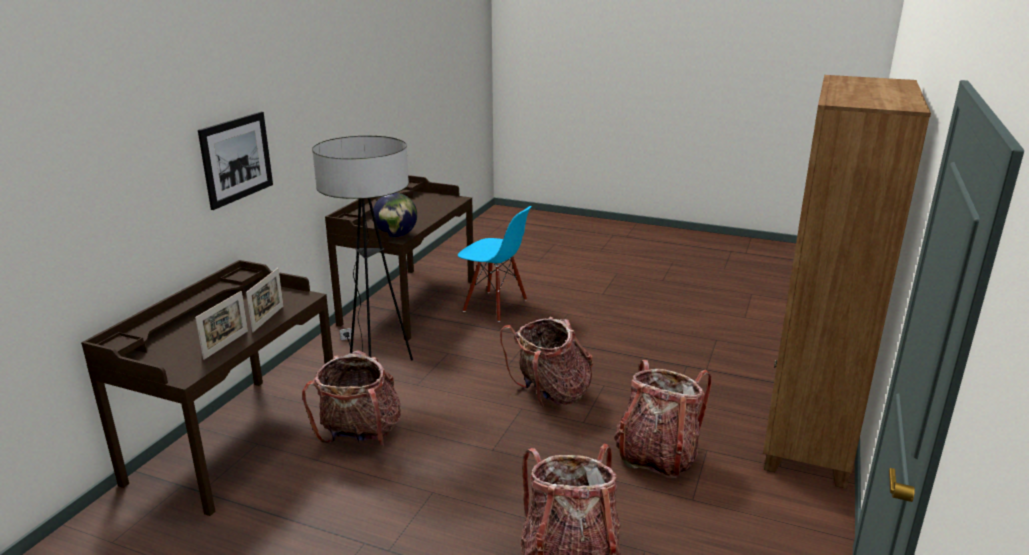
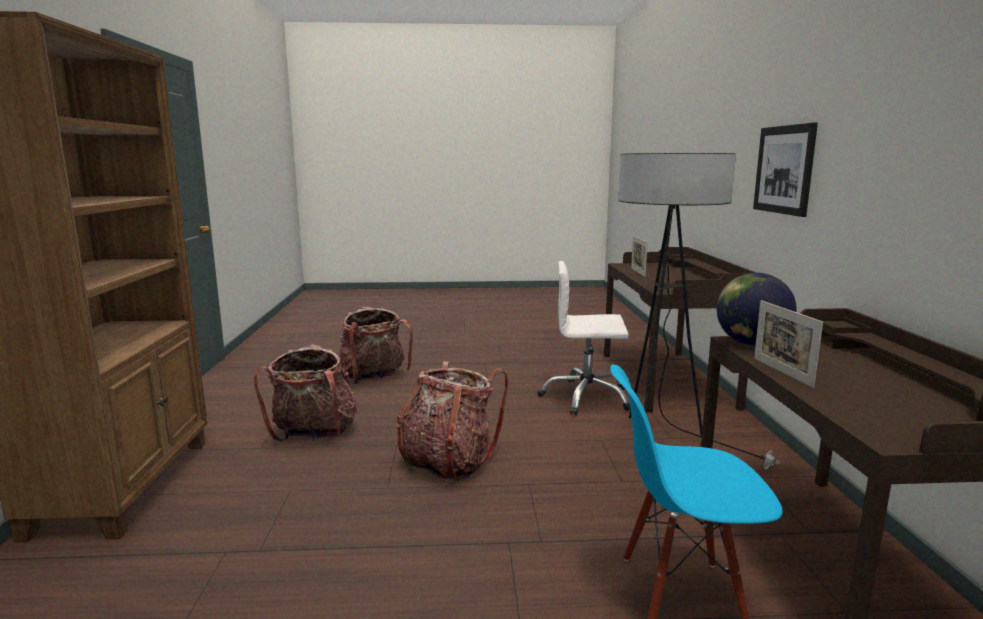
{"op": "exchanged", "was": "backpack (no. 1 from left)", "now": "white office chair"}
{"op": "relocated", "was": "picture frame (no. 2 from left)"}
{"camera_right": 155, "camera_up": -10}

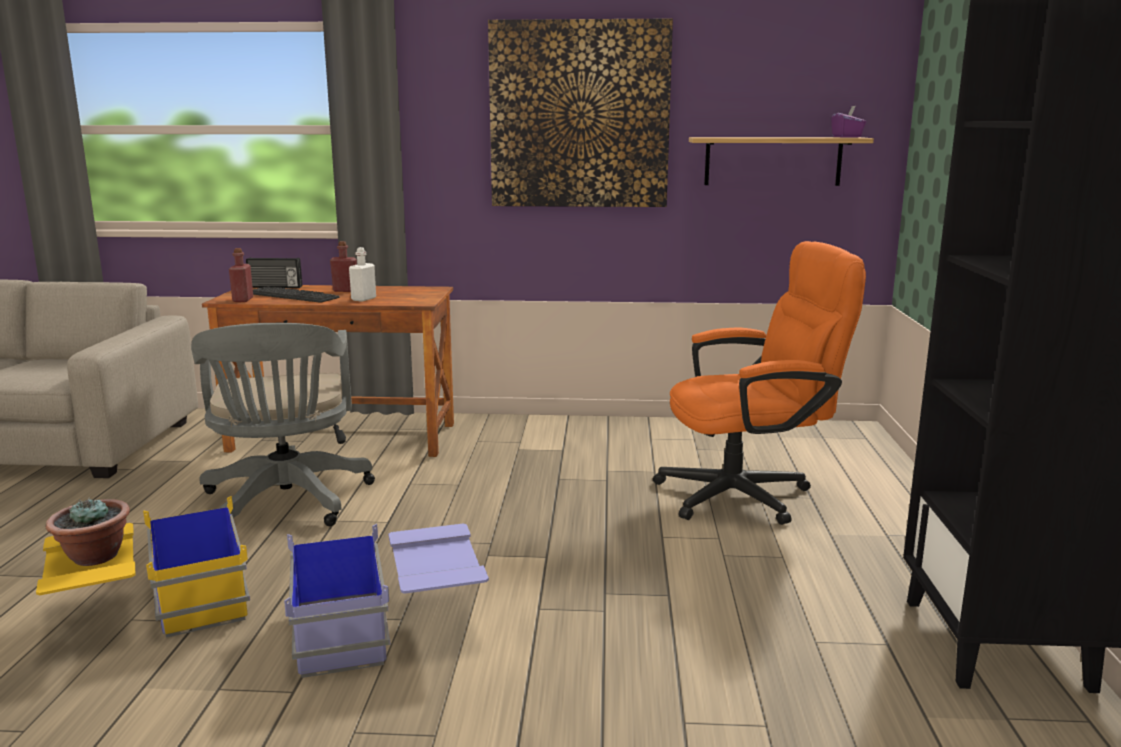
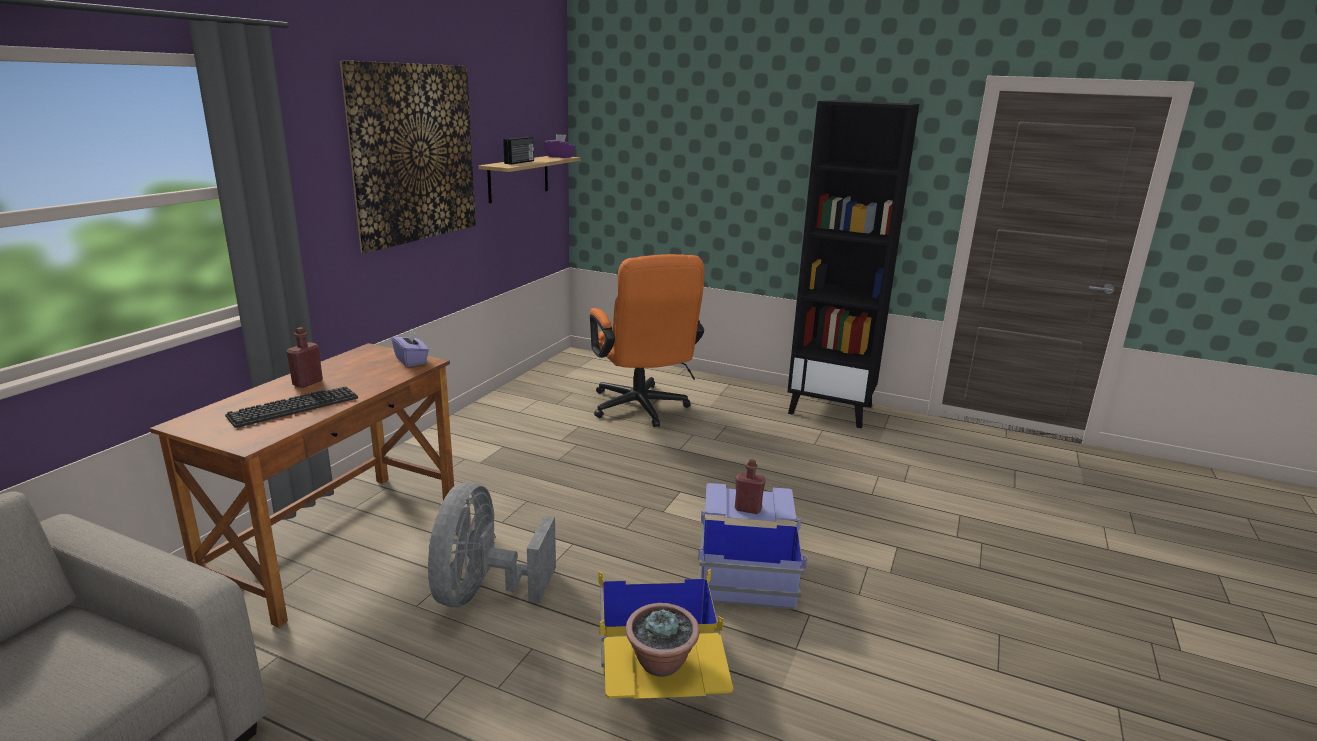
{"op": "appeared", "now": "purple tissue box (no. 1 from left)"}
{"op": "exchanged", "was": "grey office chair", "now": "grey fan"}
{"op": "relocated", "was": "radio"}
{"op": "spun", "was": "orange office chair", "clockwise": 150}
{"op": "relocated", "was": "red bottle (no. 1 from left in the first image)", "now": "red bottle (no. 2 from left)"}
{"op": "missing", "was": "white bottle"}
{"camera_right": -70, "camera_up": 5}

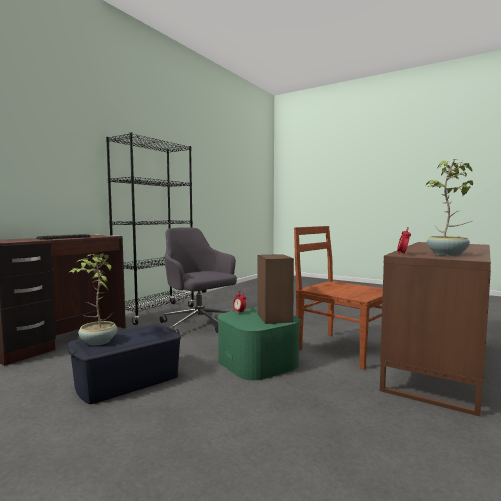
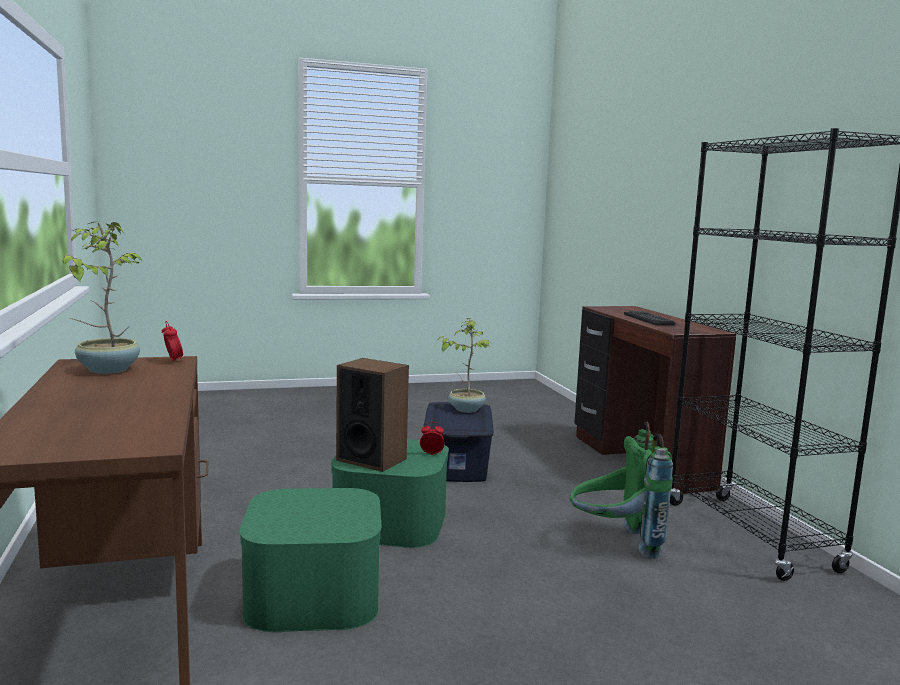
{"op": "exchanged", "was": "brown chair", "now": "green storage box (no. 1 from left)"}
{"op": "exchanged", "was": "grey office chair", "now": "green backpack"}
{"camera_right": 130, "camera_up": 5}

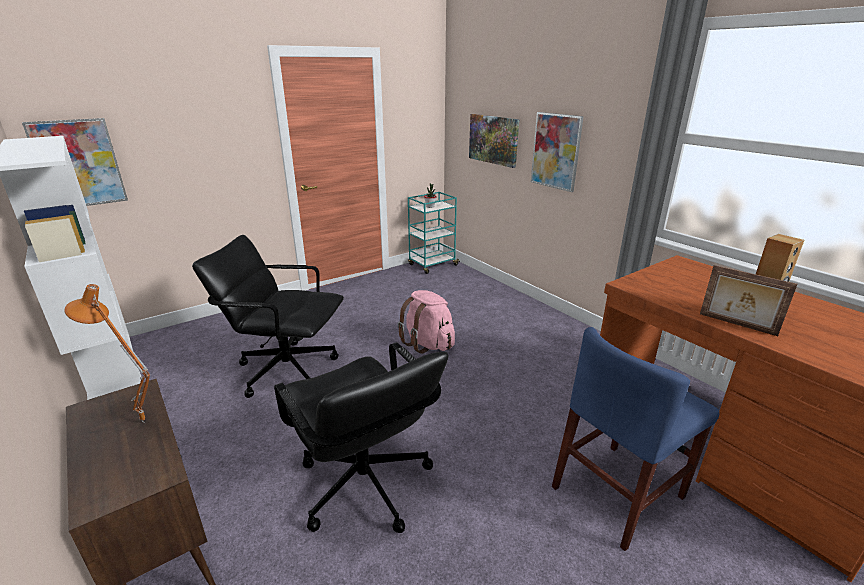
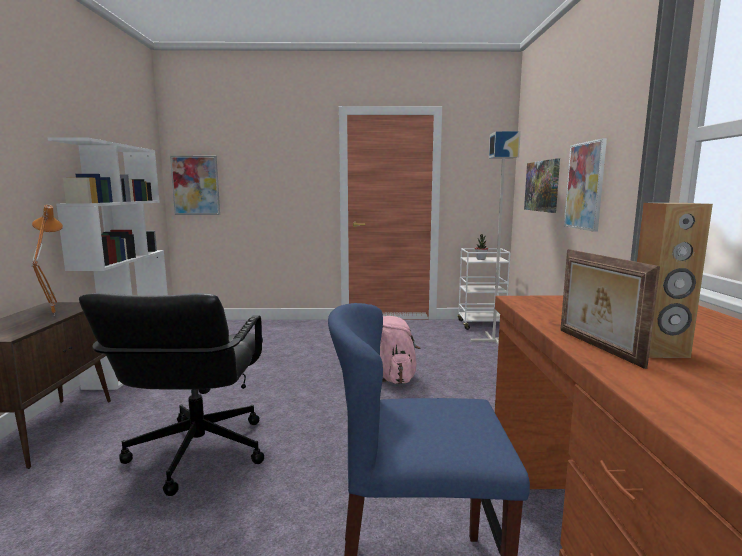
{"op": "colour", "was": "turquoise cart", "now": "white cart"}
{"op": "appeared", "now": "grey floor lamp"}
{"op": "missing", "was": "black office chair (no. 1 from left)"}
{"camera_right": 35, "camera_up": -15}

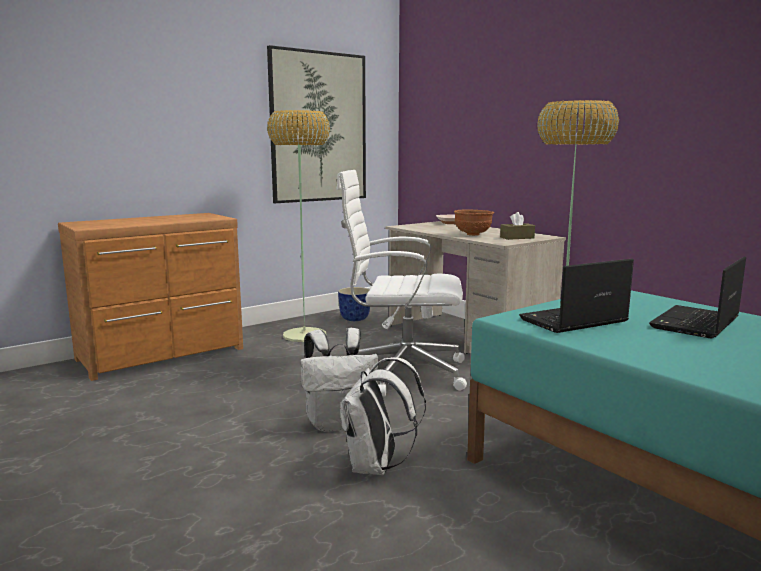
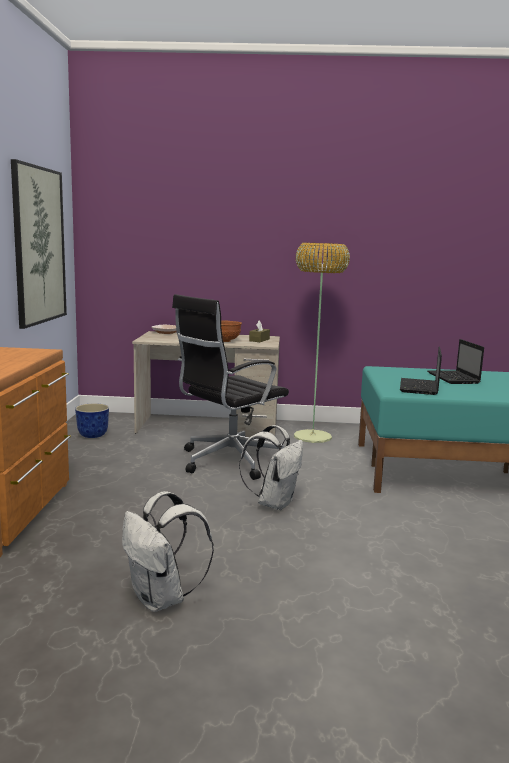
{"op": "relocated", "was": "white backpack (no. 2 from left in the first image)", "now": "white backpack (no. 1 from left)"}
{"op": "colour", "was": "white office chair", "now": "black office chair"}
{"op": "missing", "was": "floor lamp (no. 1 from left)"}
{"camera_right": -50, "camera_up": 0}

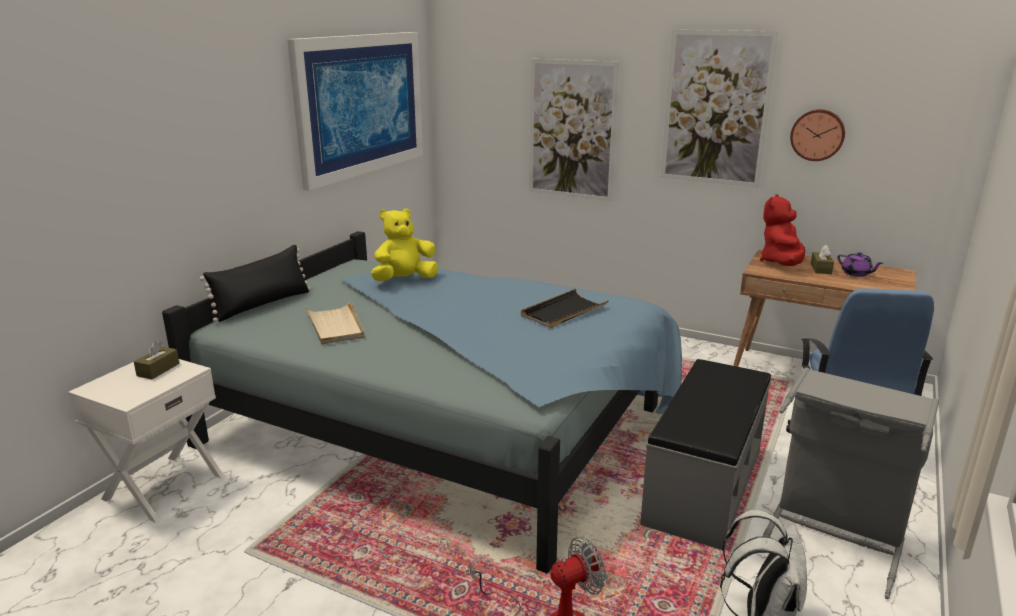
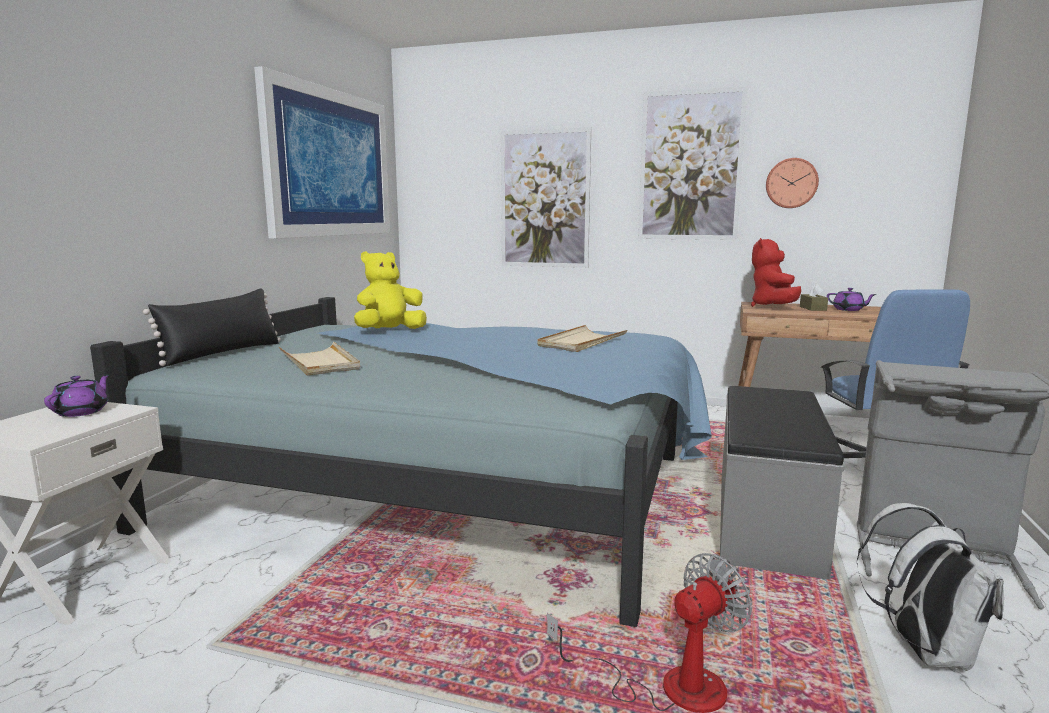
{"op": "exchanged", "was": "brown tissue box (no. 1 from left)", "now": "purple teapot (no. 1 from left)"}
{"op": "colour", "was": "black tray", "now": "beige tray (no. 2 from left)"}
{"camera_right": -10, "camera_up": -10}

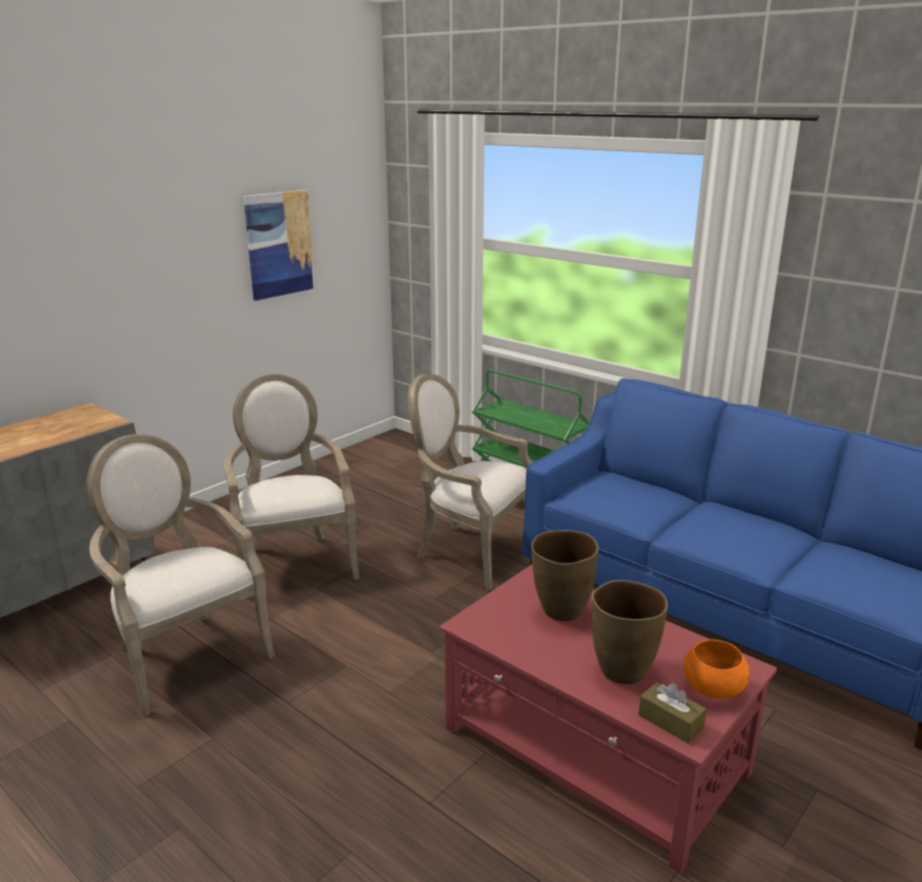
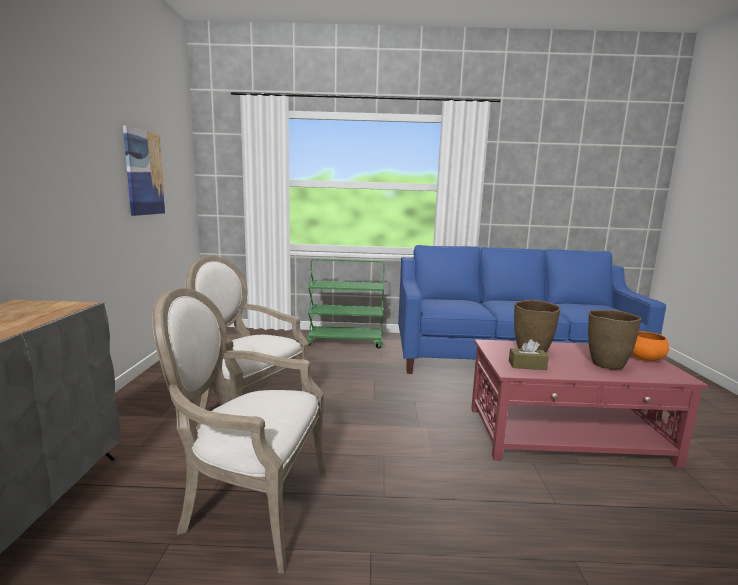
{"op": "relocated", "was": "brown tissue box"}
{"op": "missing", "was": "armchair (no. 3 from left)"}
{"camera_right": -40, "camera_up": -10}

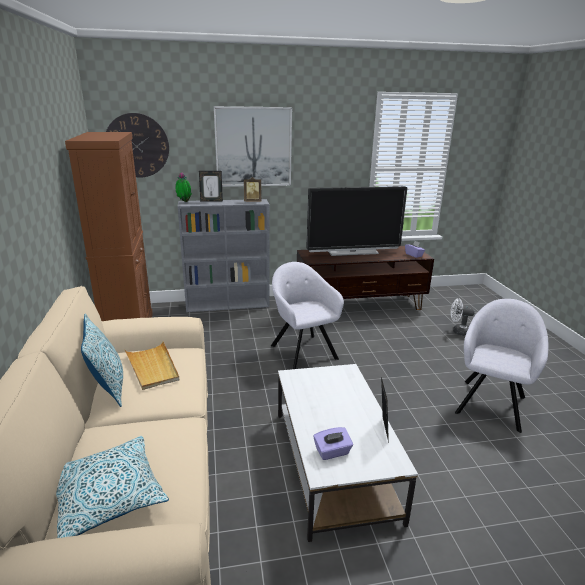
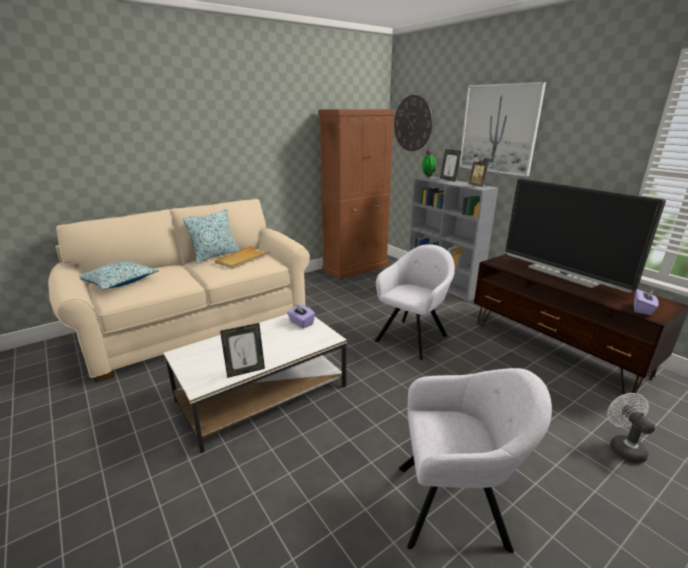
{"op": "relocated", "was": "purple tissue box (no. 1 from left)"}
{"camera_right": 65, "camera_up": 0}

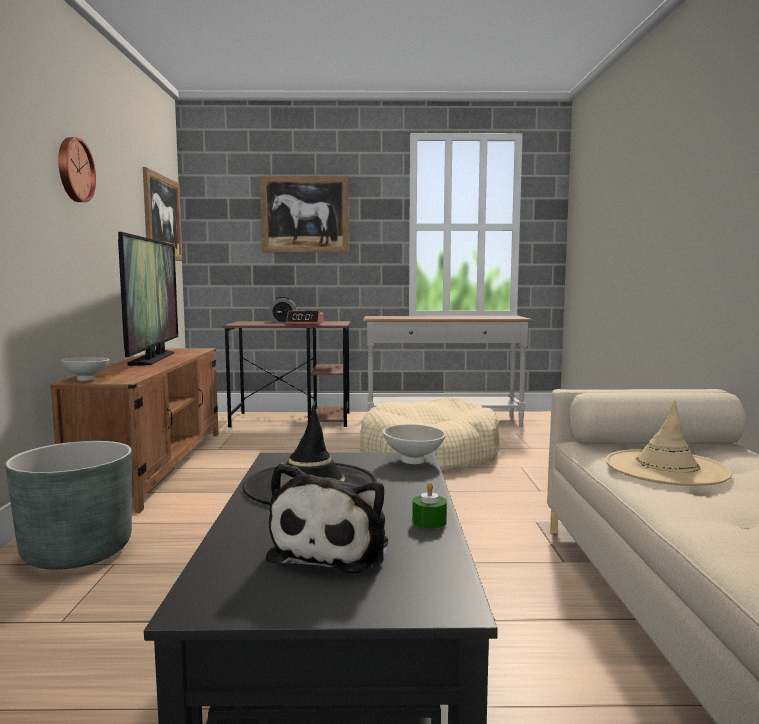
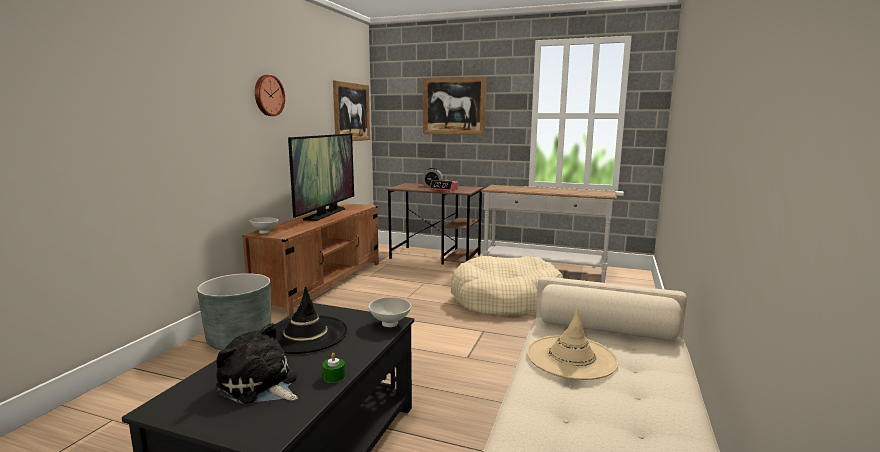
{"op": "spun", "was": "plush toy", "clockwise": 90}
{"camera_right": 20, "camera_up": 5}

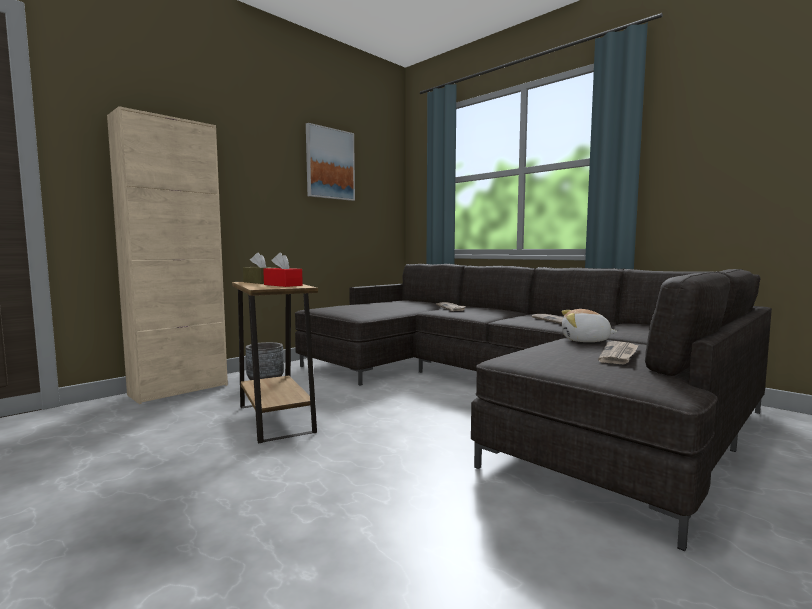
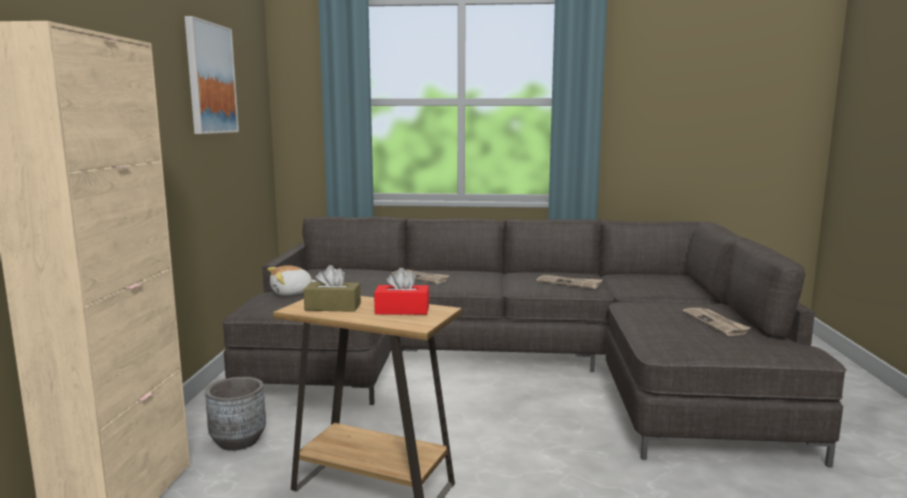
{"op": "relocated", "was": "plush toy"}
{"camera_right": -40, "camera_up": 5}

